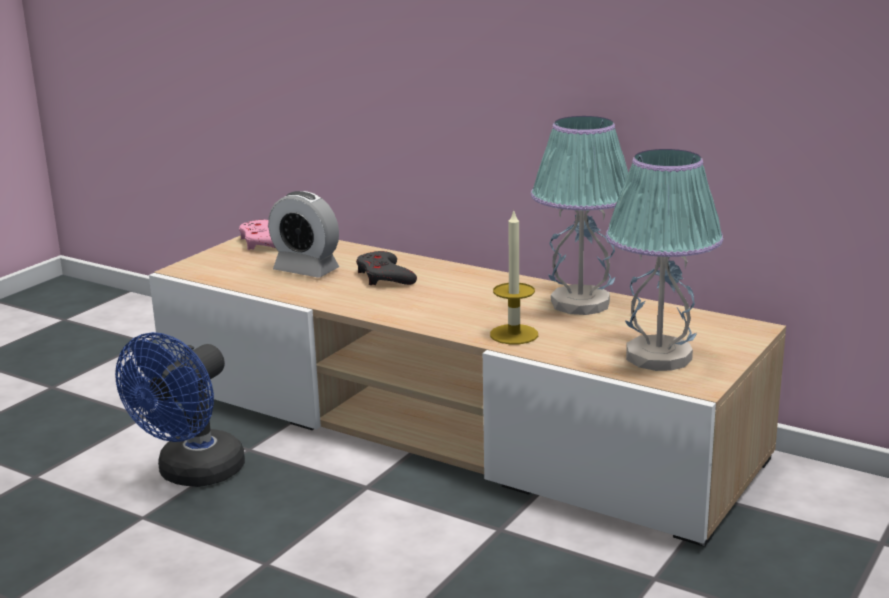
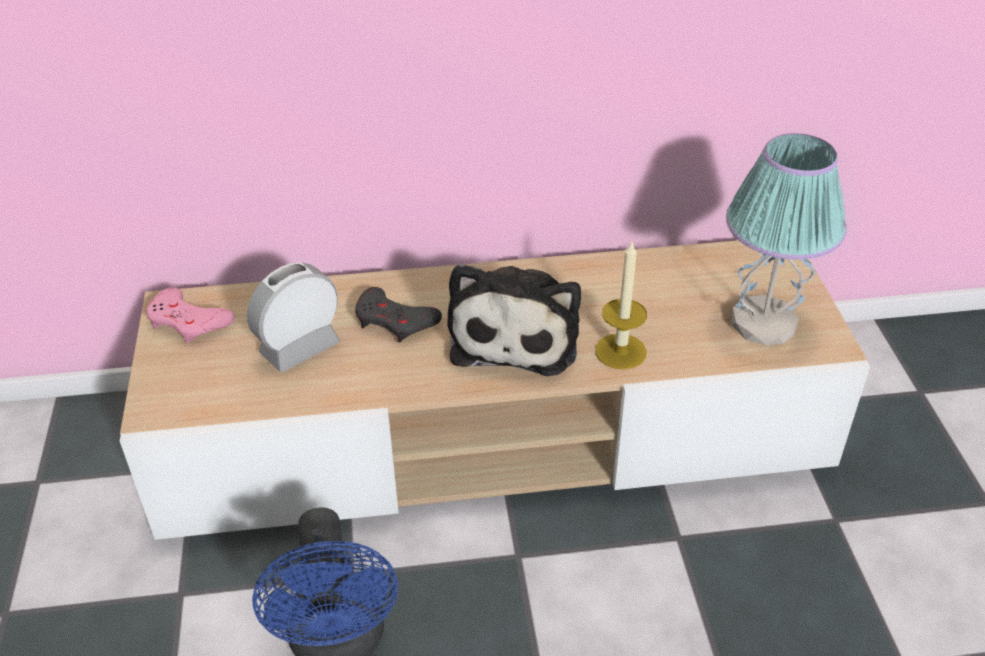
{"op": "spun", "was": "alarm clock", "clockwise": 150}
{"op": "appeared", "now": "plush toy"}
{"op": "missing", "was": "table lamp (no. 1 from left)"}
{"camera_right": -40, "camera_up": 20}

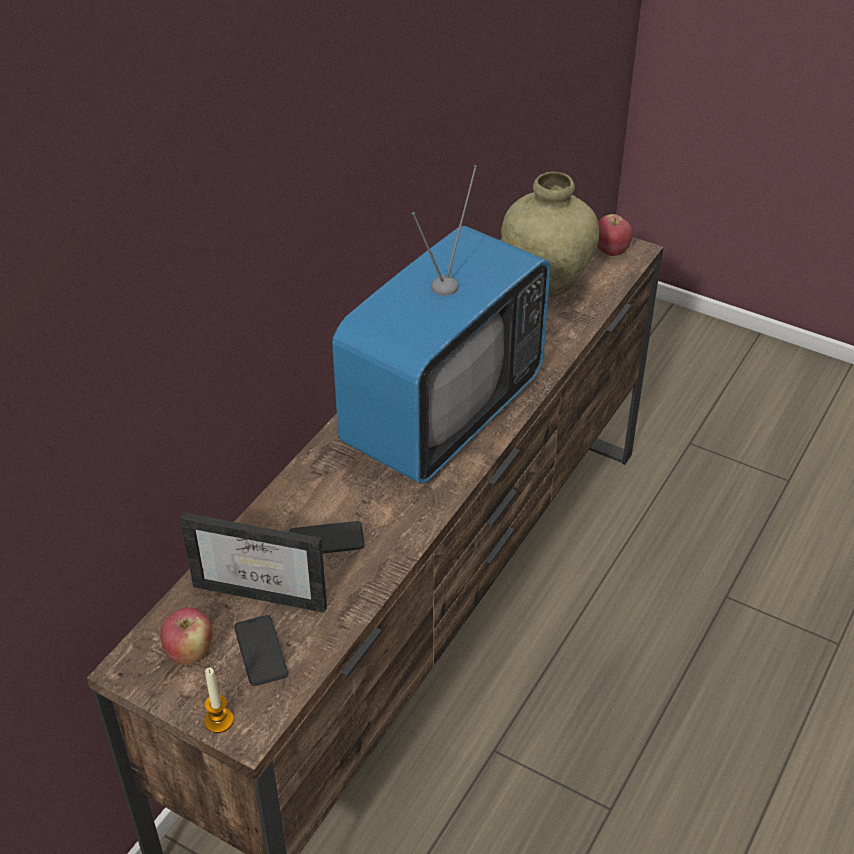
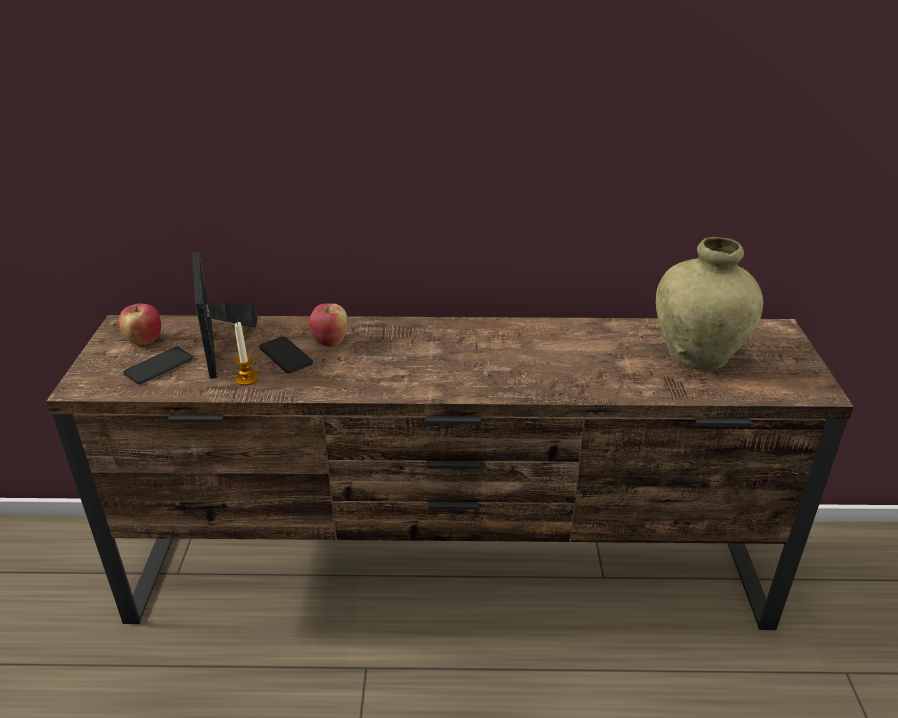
{"op": "relocated", "was": "candle"}
{"op": "relocated", "was": "apple (no. 2 from left)"}
{"op": "missing", "was": "television"}
{"camera_right": 60, "camera_up": -10}

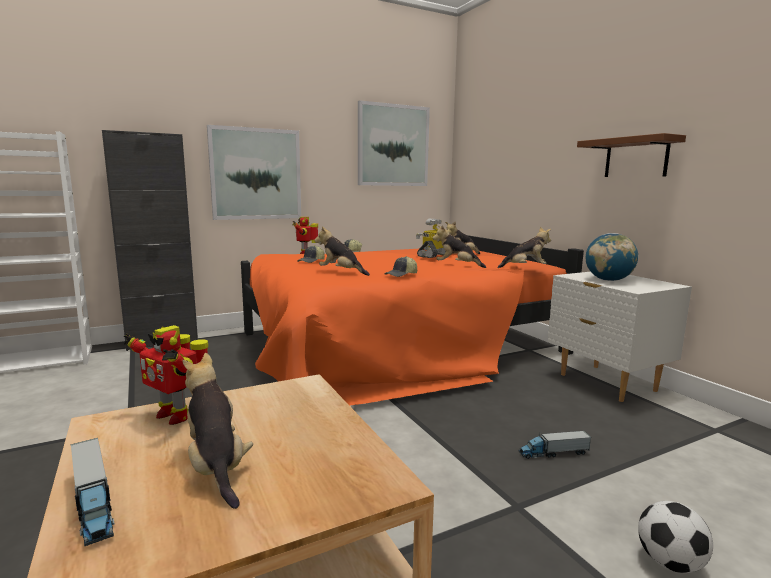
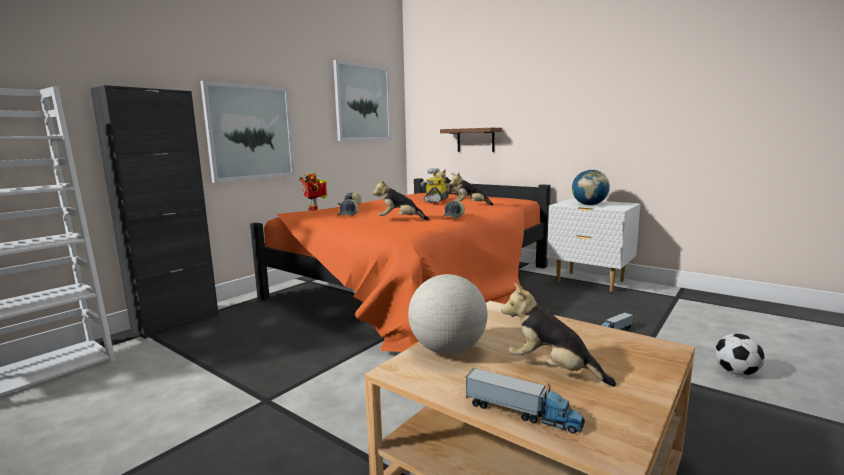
{"op": "exchanged", "was": "toy robot (no. 1 from left)", "now": "globe (no. 1 from left)"}
{"op": "relocated", "was": "brown shelf"}
{"op": "missing", "was": "plush toy (no. 5 from left)"}
{"camera_right": -25, "camera_up": 0}

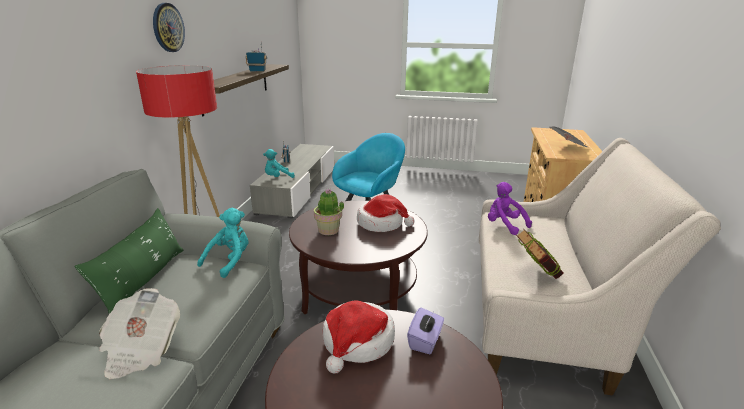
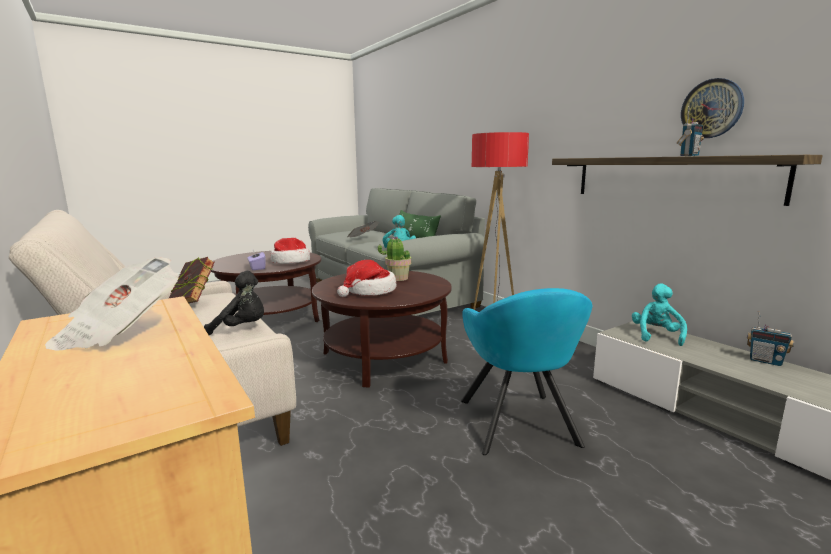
{"op": "colour", "was": "purple plush toy", "now": "black plush toy"}
{"op": "relocated", "was": "wall clock"}
{"camera_right": 135, "camera_up": -10}

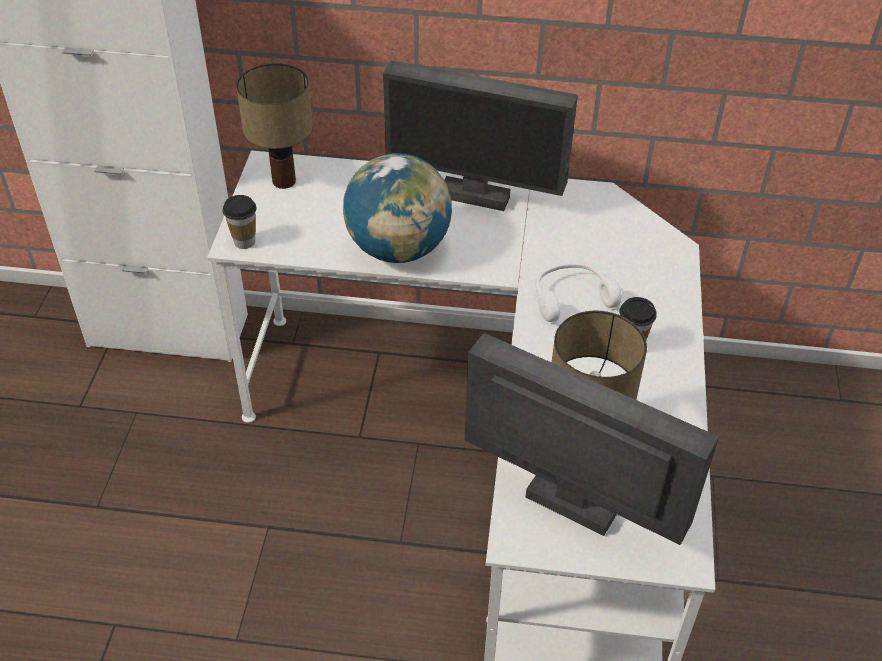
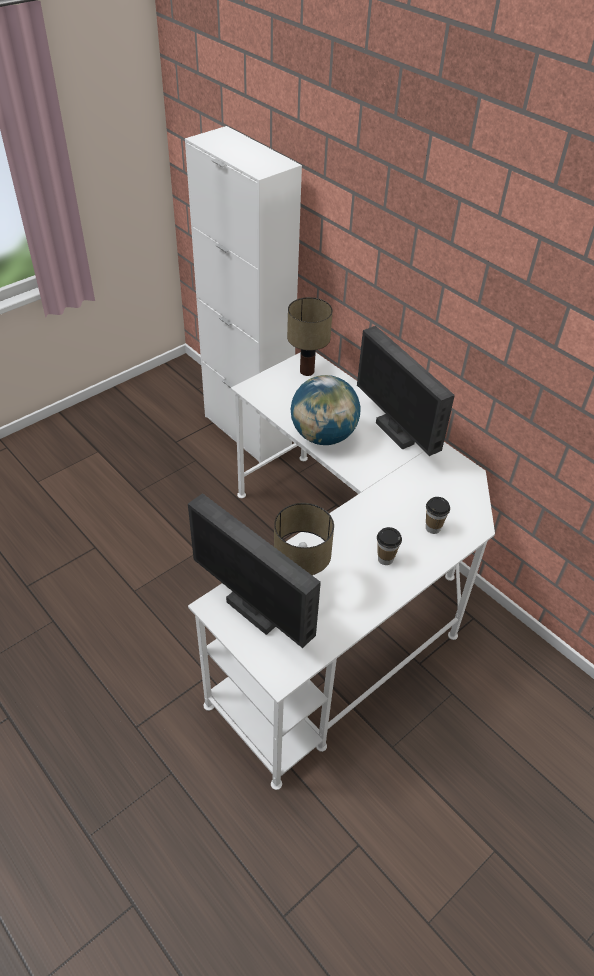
{"op": "spun", "was": "monitor (no. 2 from left in the first image)", "clockwise": 150}
{"op": "relocated", "was": "cup (no. 1 from left in the first image)", "now": "cup (no. 2 from left)"}
{"op": "missing", "was": "white headphones"}
{"camera_right": 40, "camera_up": 0}

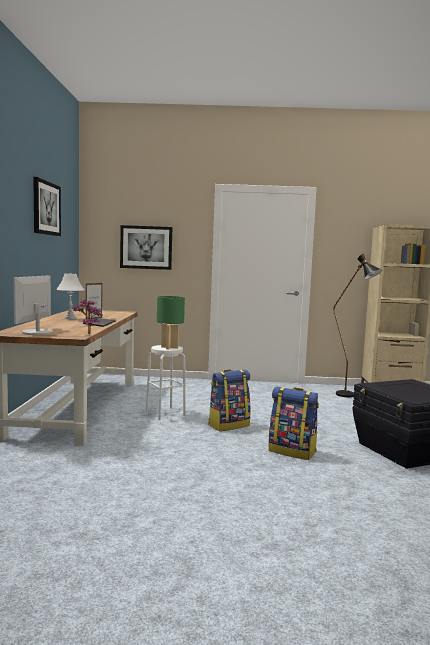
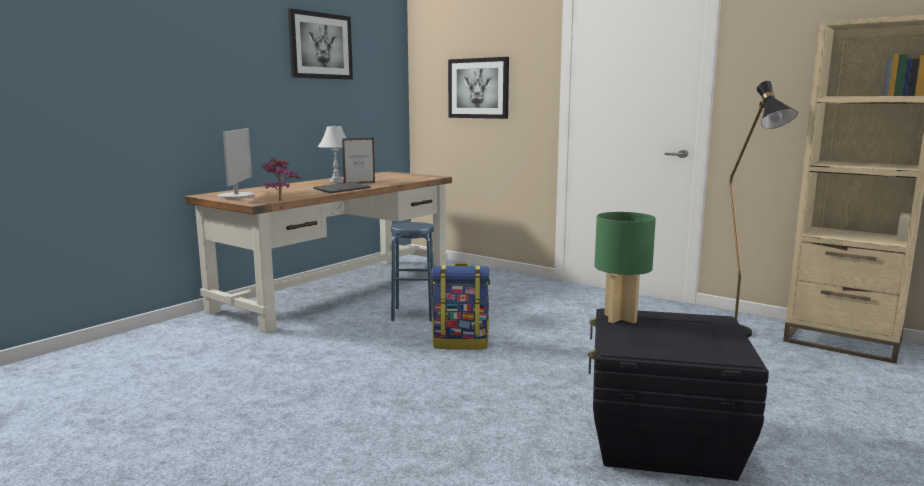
{"op": "spun", "was": "monitor", "clockwise": 135}
{"op": "colour", "was": "white stool", "now": "blue stool"}
{"op": "relocated", "was": "green table lamp"}
{"op": "missing", "was": "backpack (no. 2 from left)"}
{"camera_right": 35, "camera_up": 5}

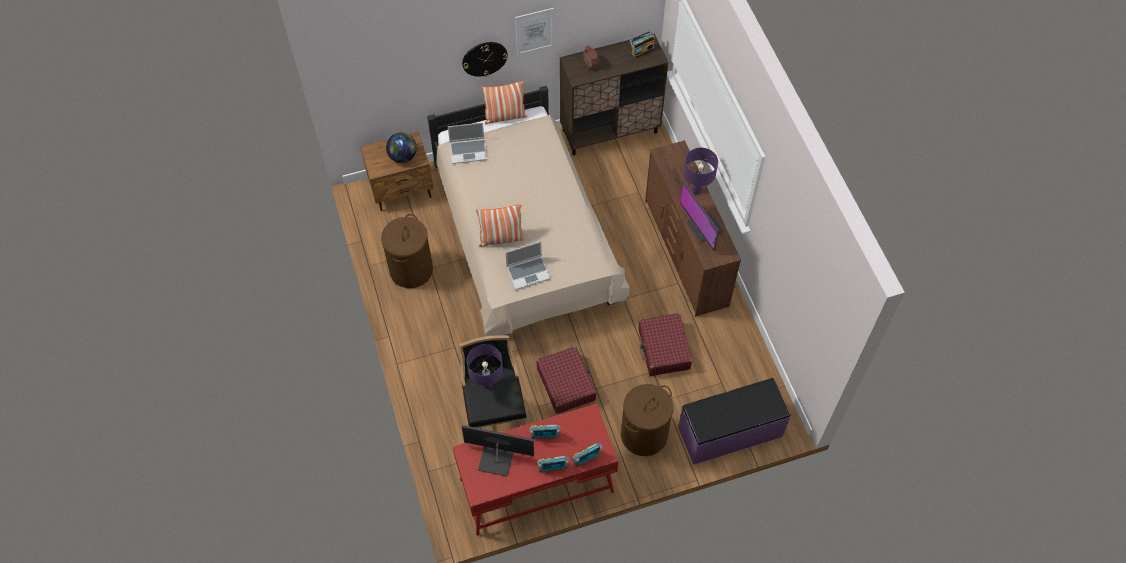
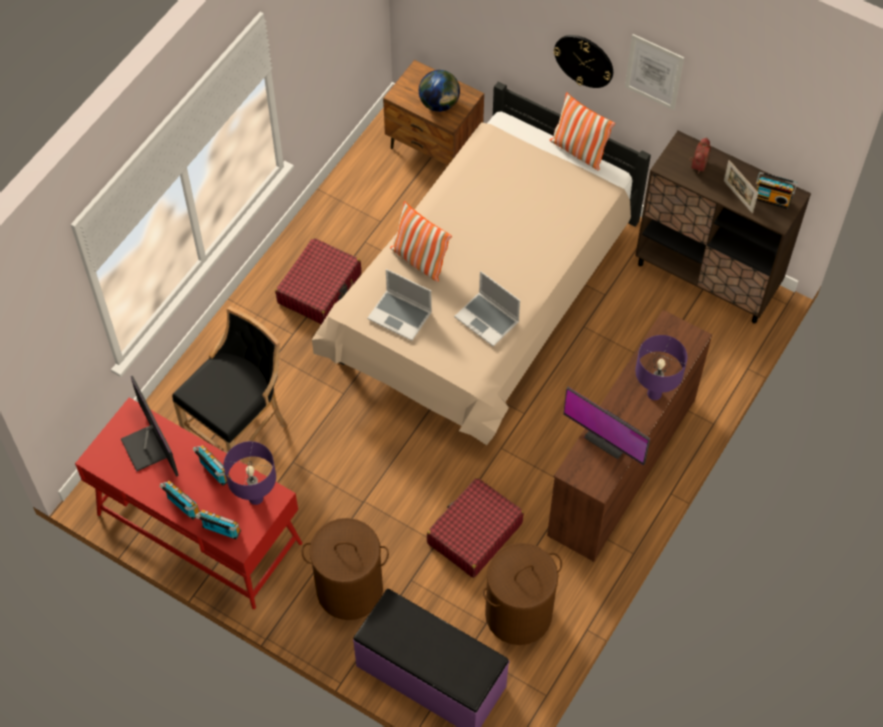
{"op": "relocated", "was": "purple table lamp (no. 1 from left)"}
{"op": "relocated", "was": "red suitcase (no. 1 from left)"}
{"op": "relocated", "was": "laptop (no. 1 from left in the first image)", "now": "laptop (no. 2 from left)"}
{"op": "relocated", "was": "brown laundry basket (no. 1 from left in the first image)", "now": "brown laundry basket (no. 2 from left)"}
{"op": "spun", "was": "monitor (no. 2 from left)", "clockwise": -75}
{"op": "appeared", "now": "picture frame"}
{"camera_right": 50, "camera_up": 0}

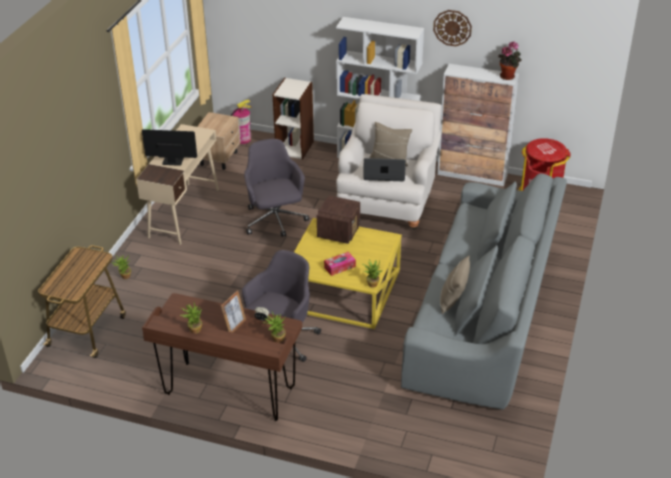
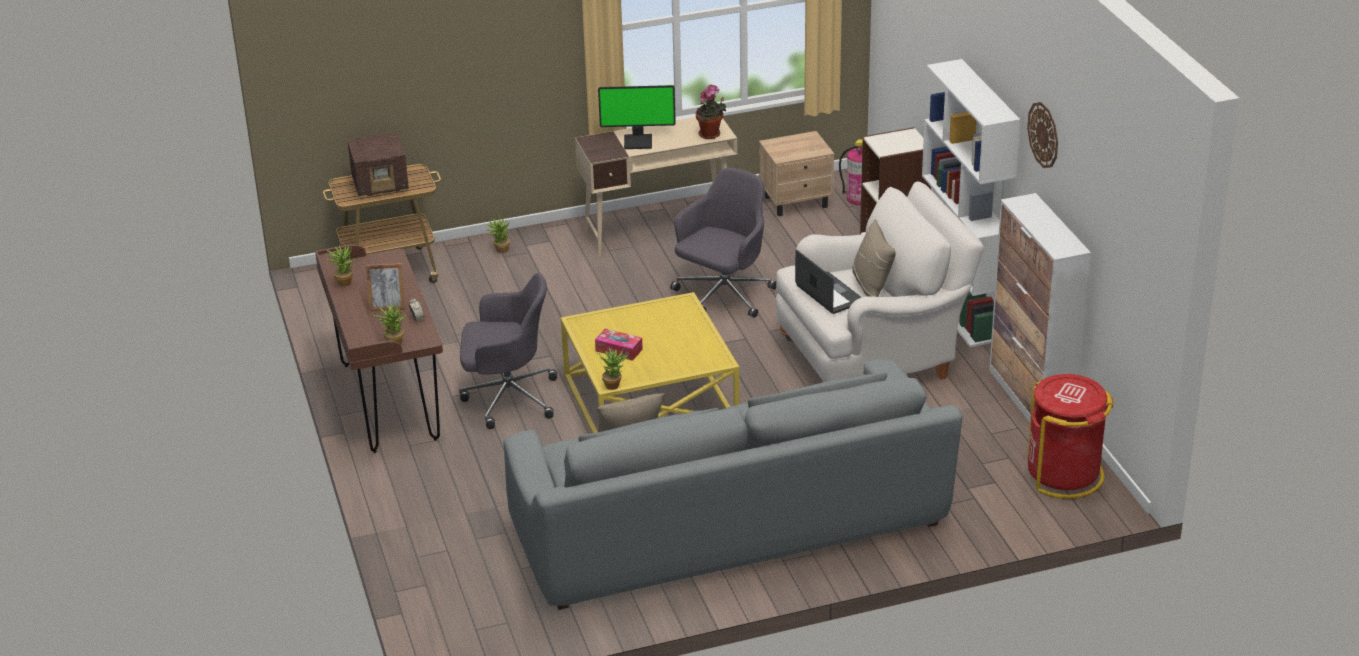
{"op": "relocated", "was": "radio"}
{"op": "spun", "was": "monitor", "clockwise": 120}
{"op": "relocated", "was": "potted plant (no. 5 from left)"}
{"camera_right": 55, "camera_up": -5}

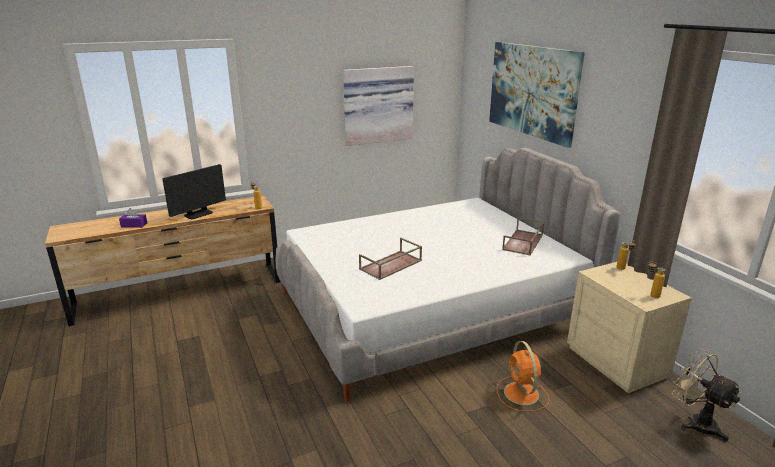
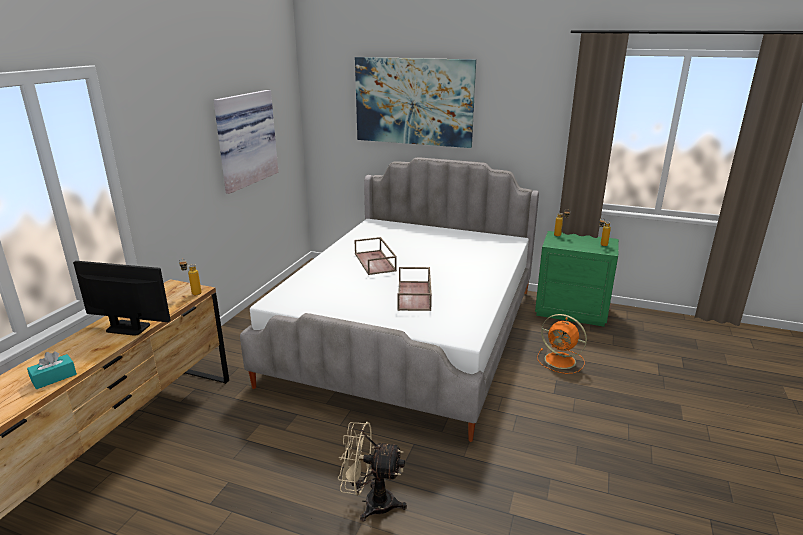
{"op": "colour", "was": "purple tissue box", "now": "turquoise tissue box"}
{"op": "spun", "was": "monitor", "clockwise": -75}
{"op": "relocated", "was": "beige fan"}
{"op": "relocated", "was": "brown tray (no. 2 from left in the first image)", "now": "brown tray (no. 1 from left)"}
{"op": "colour", "was": "beige nightstand", "now": "green nightstand"}
{"camera_right": -45, "camera_up": 0}

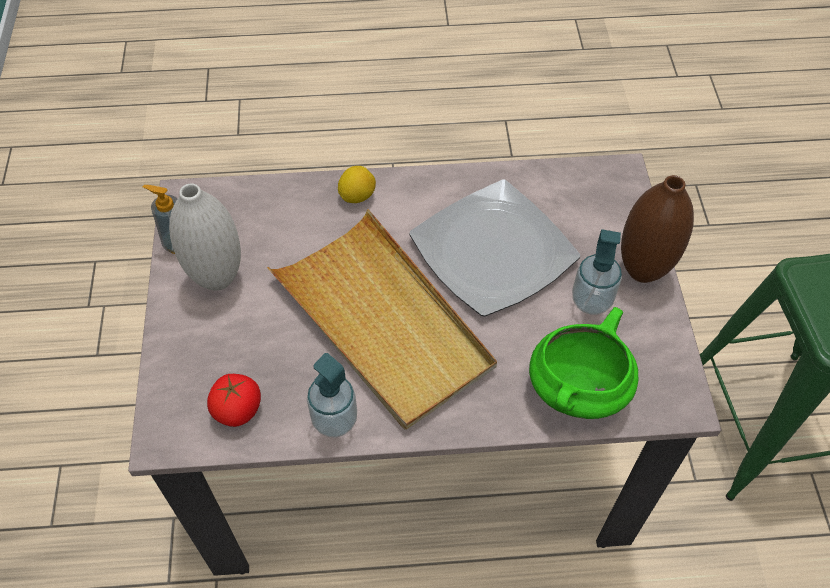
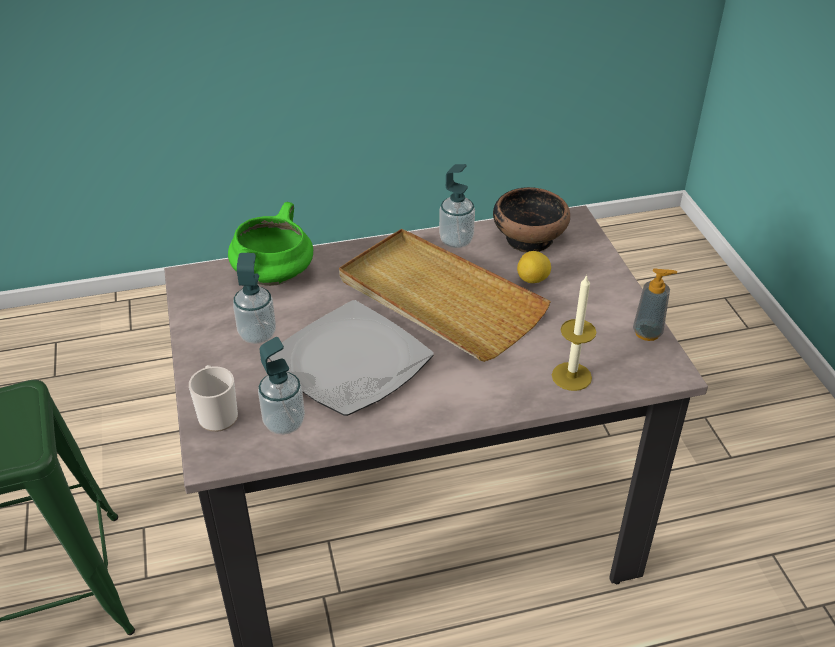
{"op": "appeared", "now": "mug"}
{"op": "appeared", "now": "soap dispenser (no. 2 from left)"}
{"op": "exchanged", "was": "tomato", "now": "bowl"}
{"op": "relocated", "was": "lemon"}
{"op": "appeared", "now": "candle"}
{"op": "missing", "was": "white vase"}
{"op": "missing", "was": "brown vase"}
{"camera_right": 170, "camera_up": -15}

